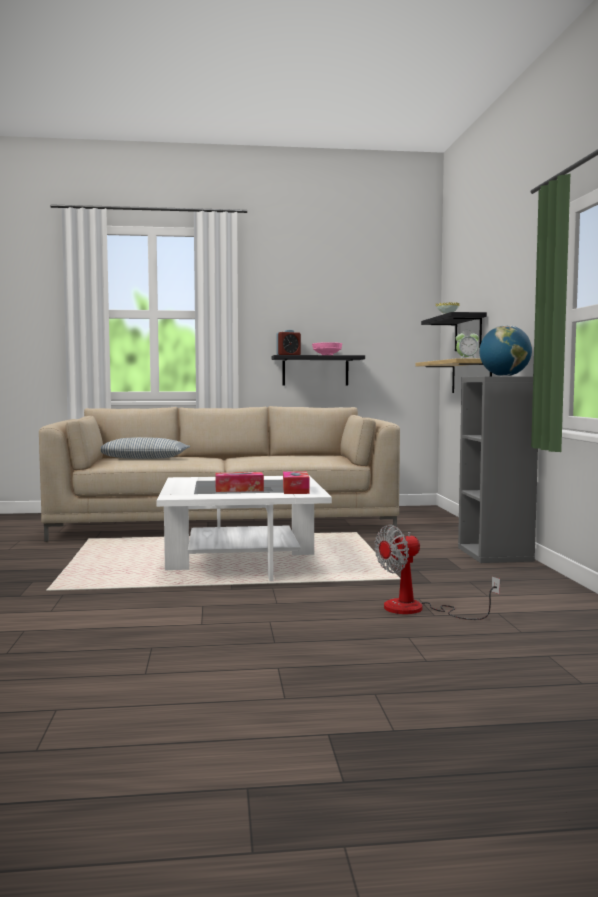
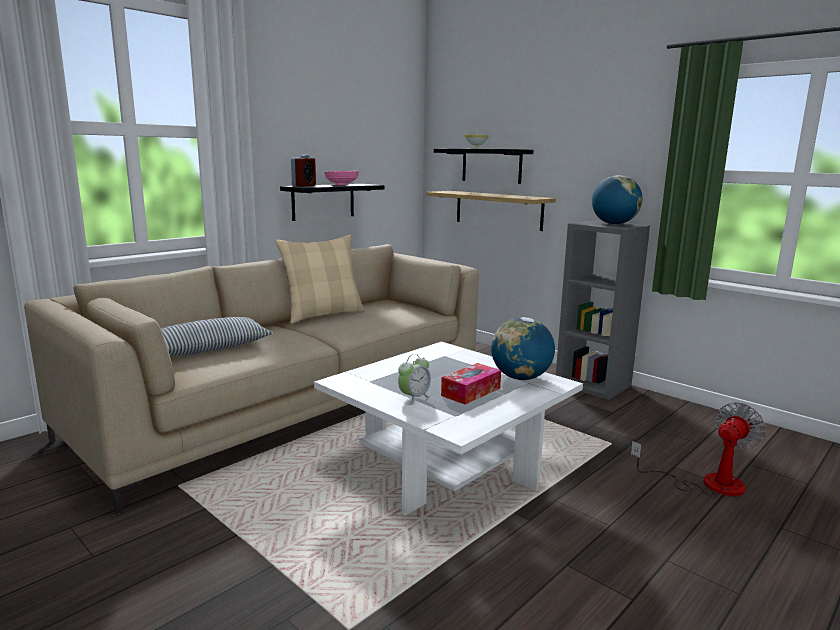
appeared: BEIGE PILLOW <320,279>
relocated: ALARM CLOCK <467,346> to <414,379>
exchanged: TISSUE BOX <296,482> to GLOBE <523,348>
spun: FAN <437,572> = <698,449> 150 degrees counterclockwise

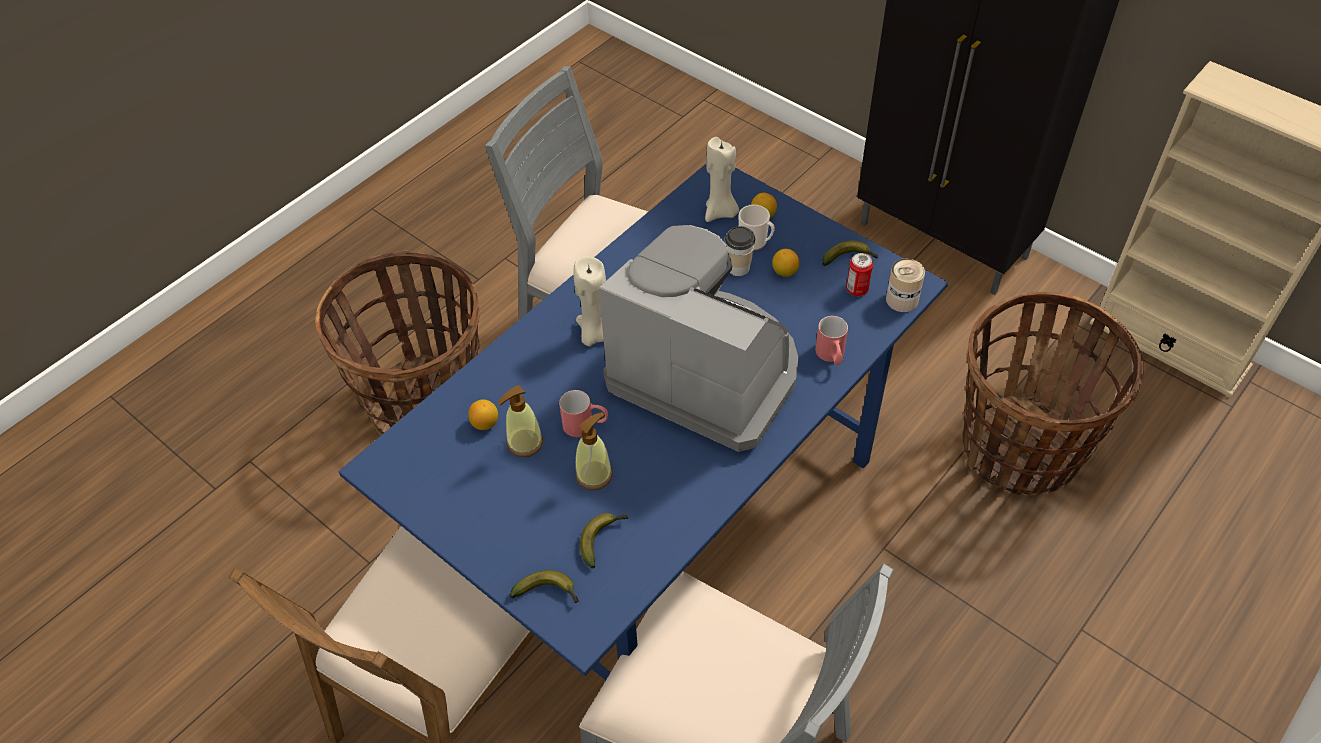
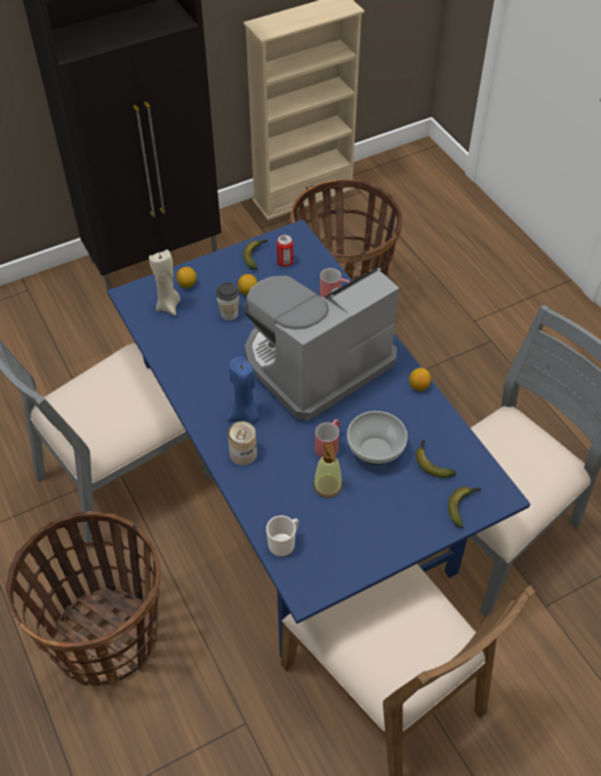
relocated: CAN <905,285> to <242,443>; MUG <757,227> to <282,536>; LEMON <483,414> to <420,379>
exchanged: SOAP DISPENSER <594,451> to BOWL <377,438>
colour: BEIGE CANDLE <589,301> to BLUE CANDLE <244,389>

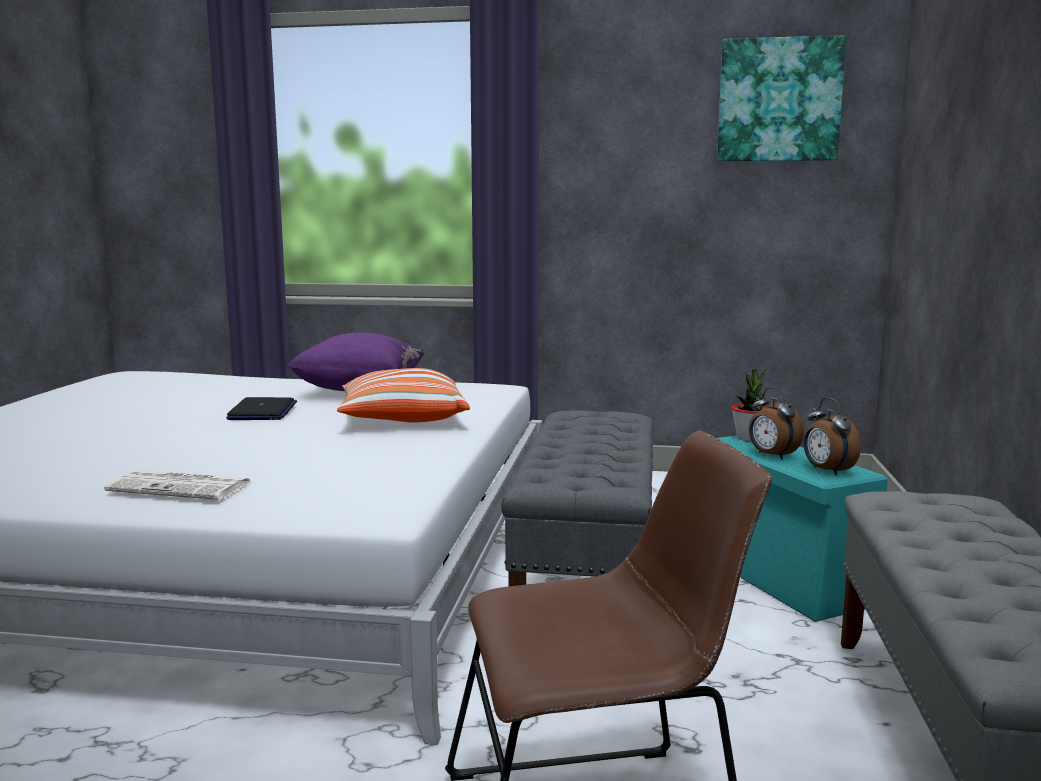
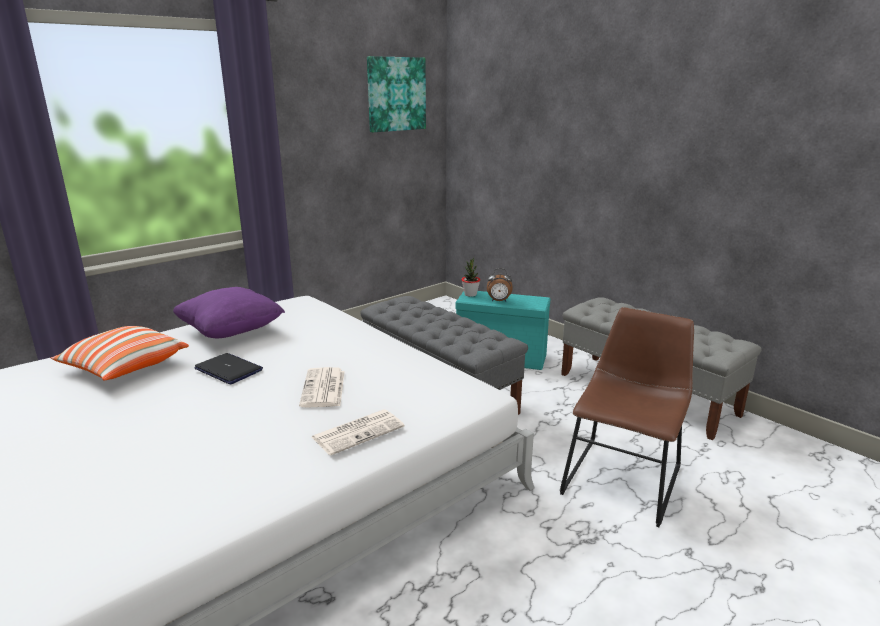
missing: ALARM CLOCK <832,436>
appeared: NEWSPAPER <322,387>
relocated: PILLOW <403,395> to <120,353>

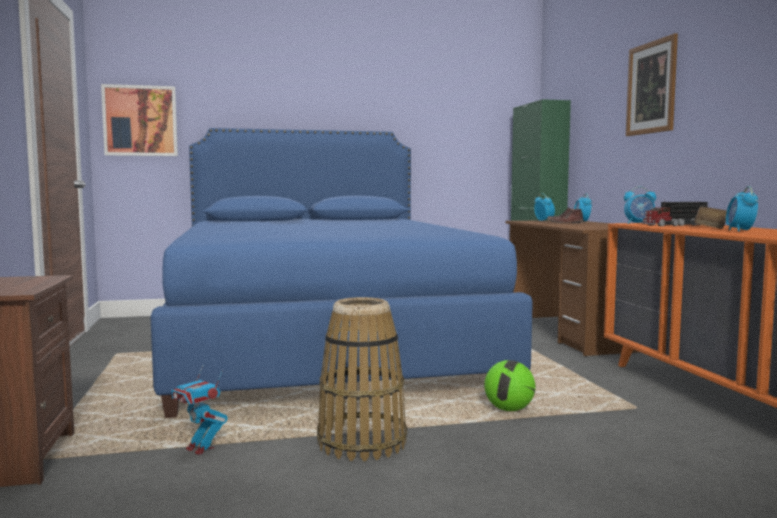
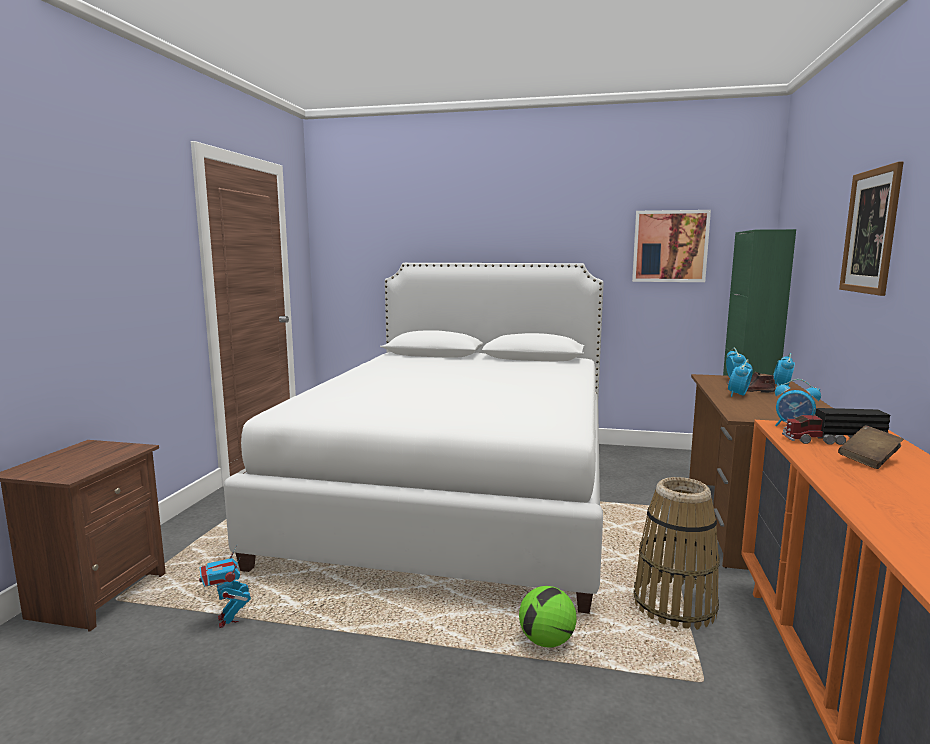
relocated: PICTURE <139,120> to <671,246>; BASKET <362,379> to <676,553>; ALARM CLOCK <742,209> to <740,378>
colour: BLUE BED <342,273> to WHITE BED <414,438>

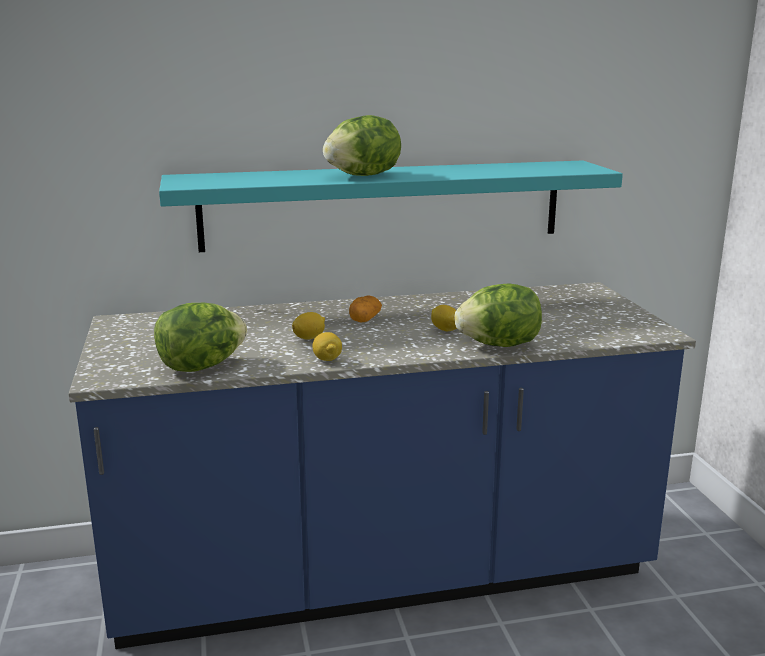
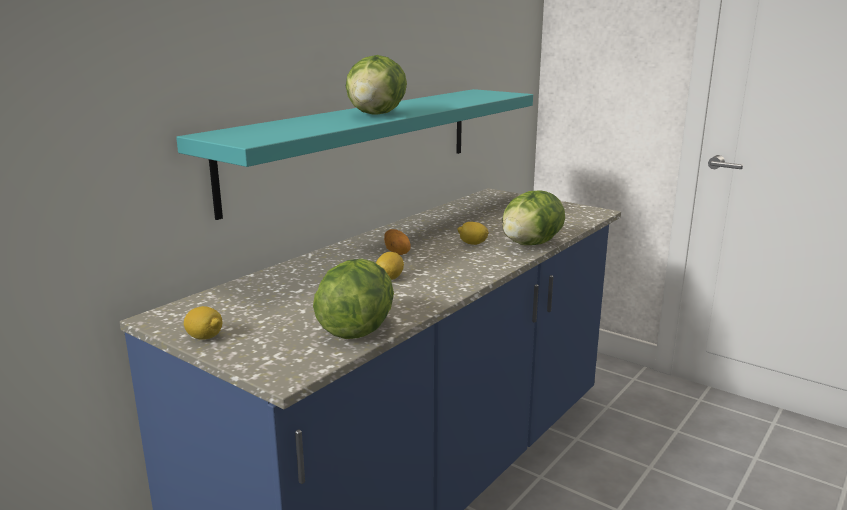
relocated: LEMON <327,346> to <203,322>

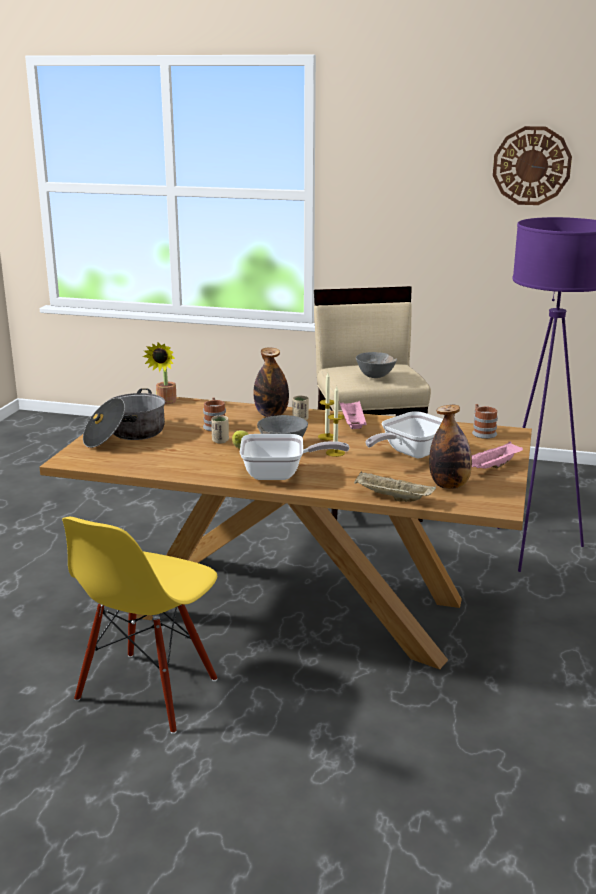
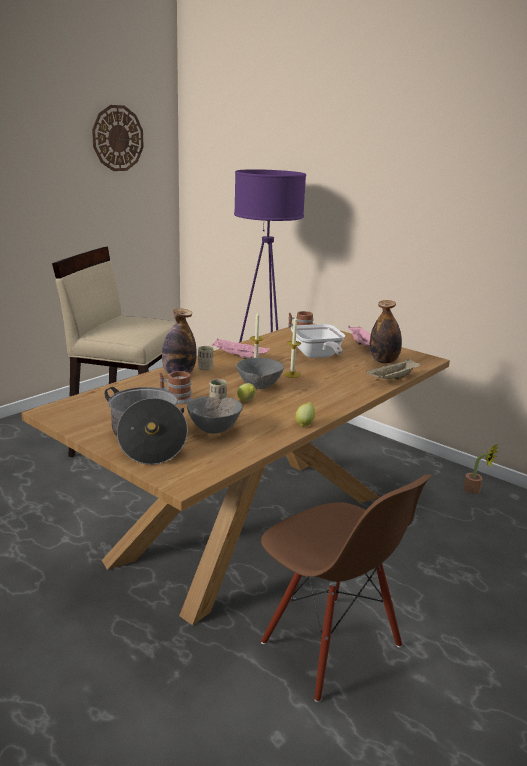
missing: FRYING PAN <294,457>
appeared: LEMON <305,414>
relocated: GREY BOWL <376,365> to <215,414>; POTTED PLANT <160,374> to <481,469>
colour: YELLOW CHAIR <139,625> to BROWN CHAIR <346,588>

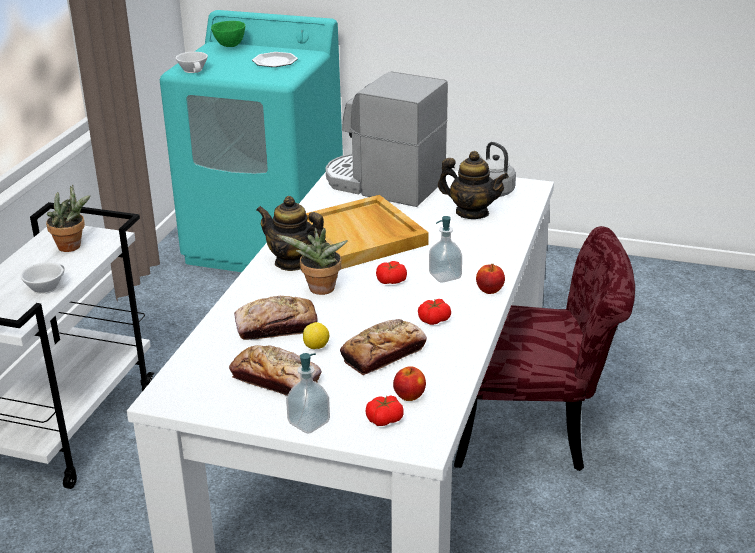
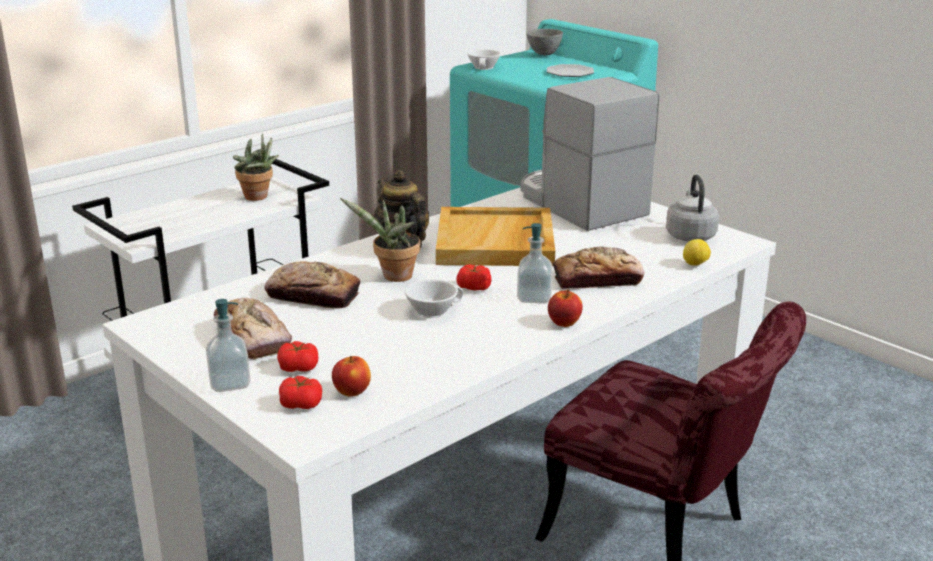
missing: TEAPOT <473,185>
relocated: TOMATO <434,312> to <297,356>; WHITE CUP <42,278> to <434,298>; BREAD <383,347> to <598,267>; LEMON <316,335> to <697,252>
colour: GREEN BOWL <228,34> to GREY BOWL <544,42>

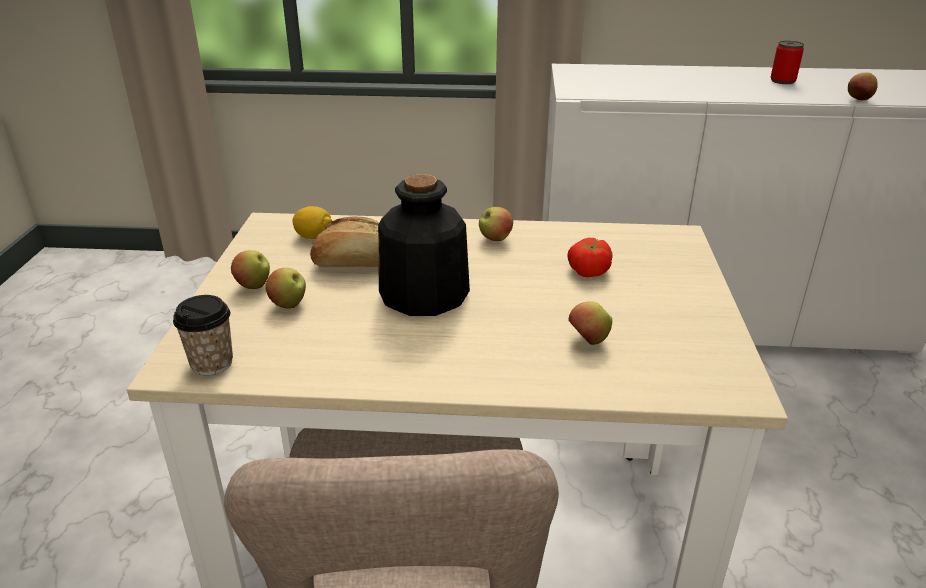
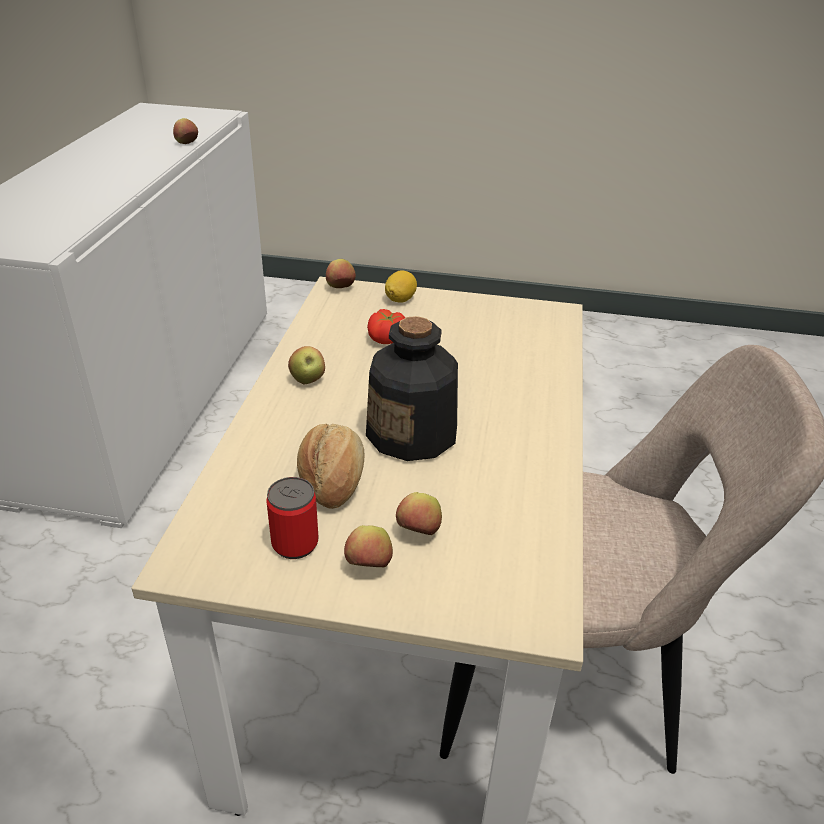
missing: CUP <203,335>
relocated: CAN <787,62> to <292,518>; APPLE <590,323> to <341,273>; LEMON <312,222> to <401,286>

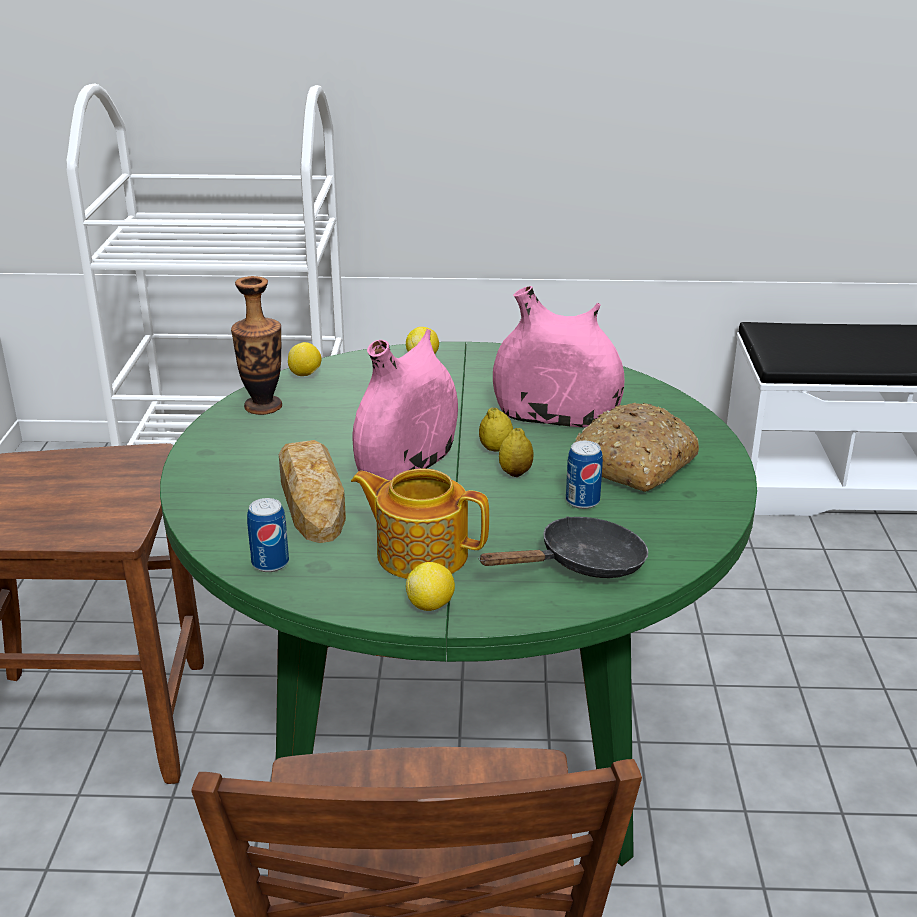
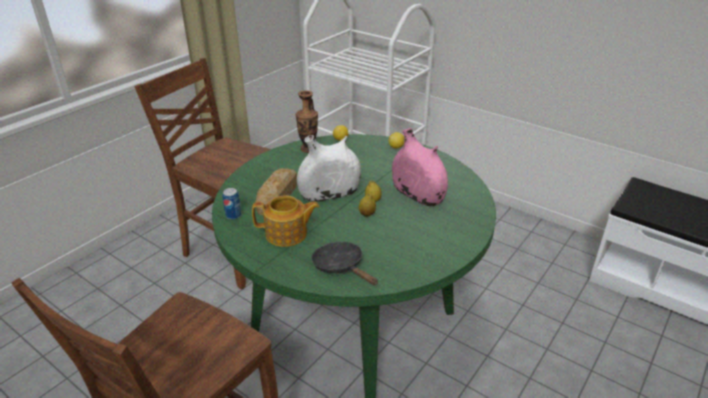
missing: LEMON <430,586>; CAN <584,475>; BREAD <636,447>
colour: PINK VASE <405,405> to WHITE VASE <329,168>
spun: TEAPOT <420,523> = <286,221> 120 degrees clockwise; BLACK FRYING PAN <563,547> = <344,263> 135 degrees counterclockwise

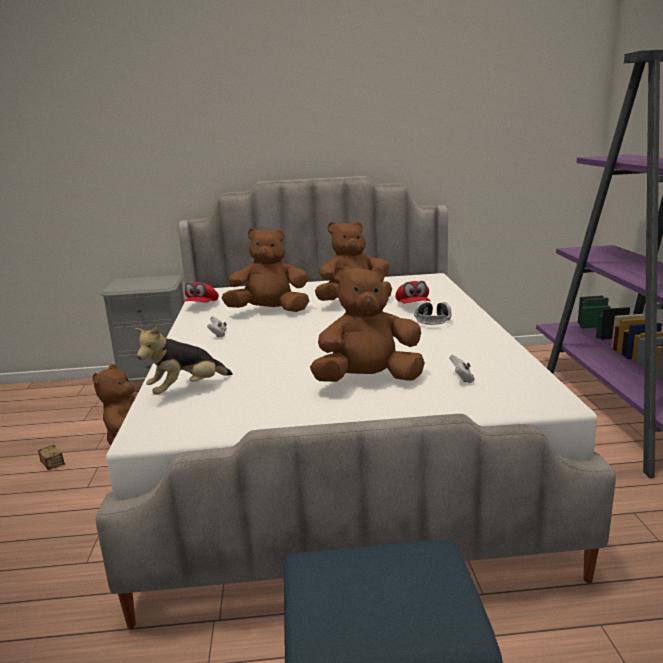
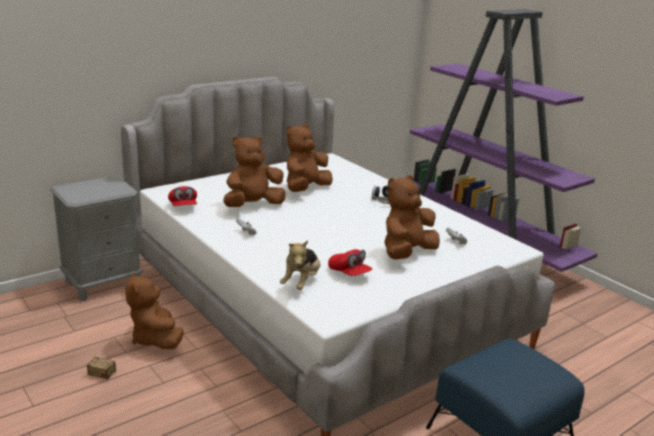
relocated: RED CAP <413,292> to <350,262>

